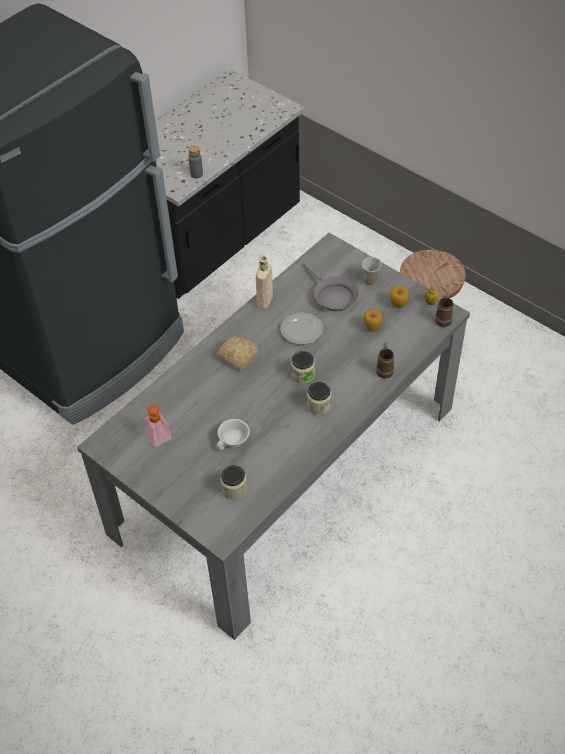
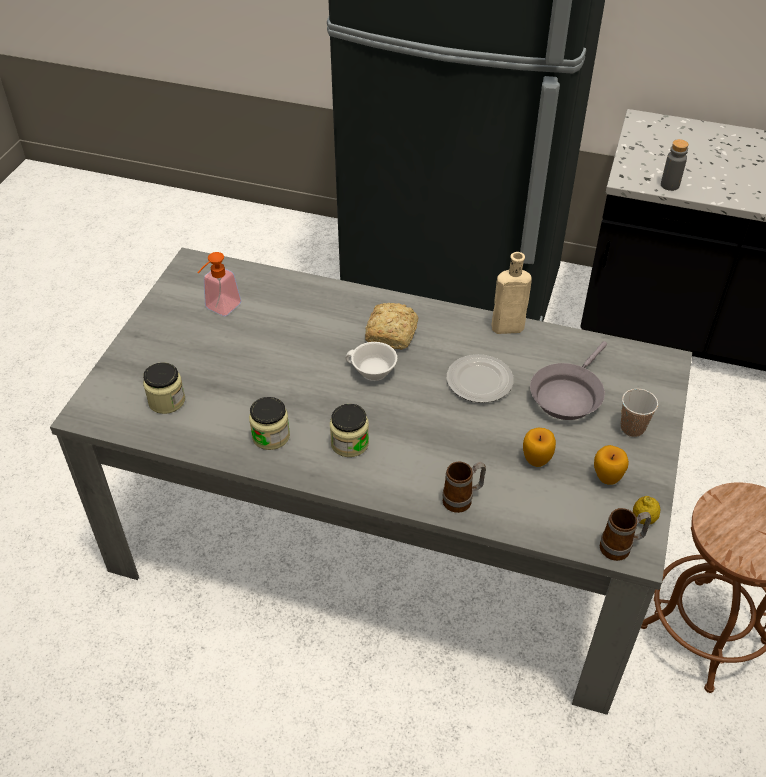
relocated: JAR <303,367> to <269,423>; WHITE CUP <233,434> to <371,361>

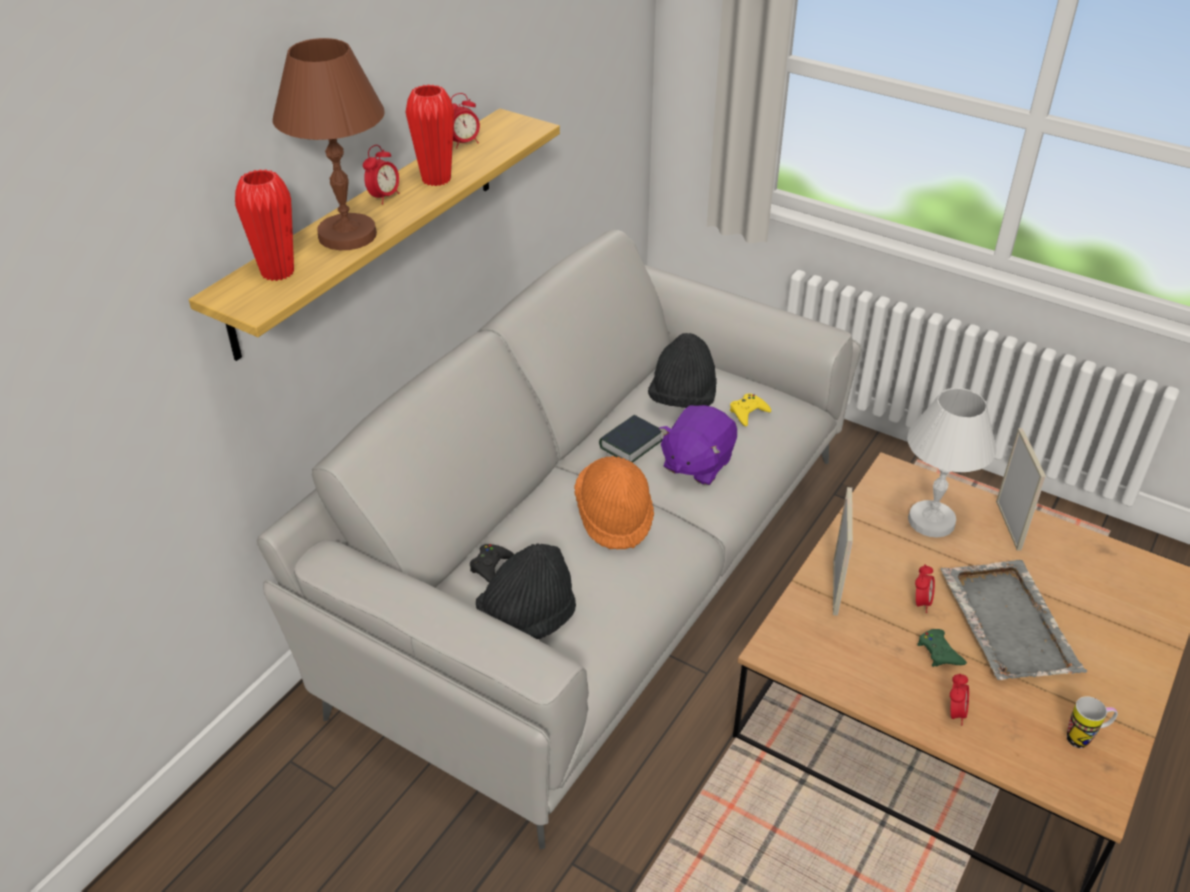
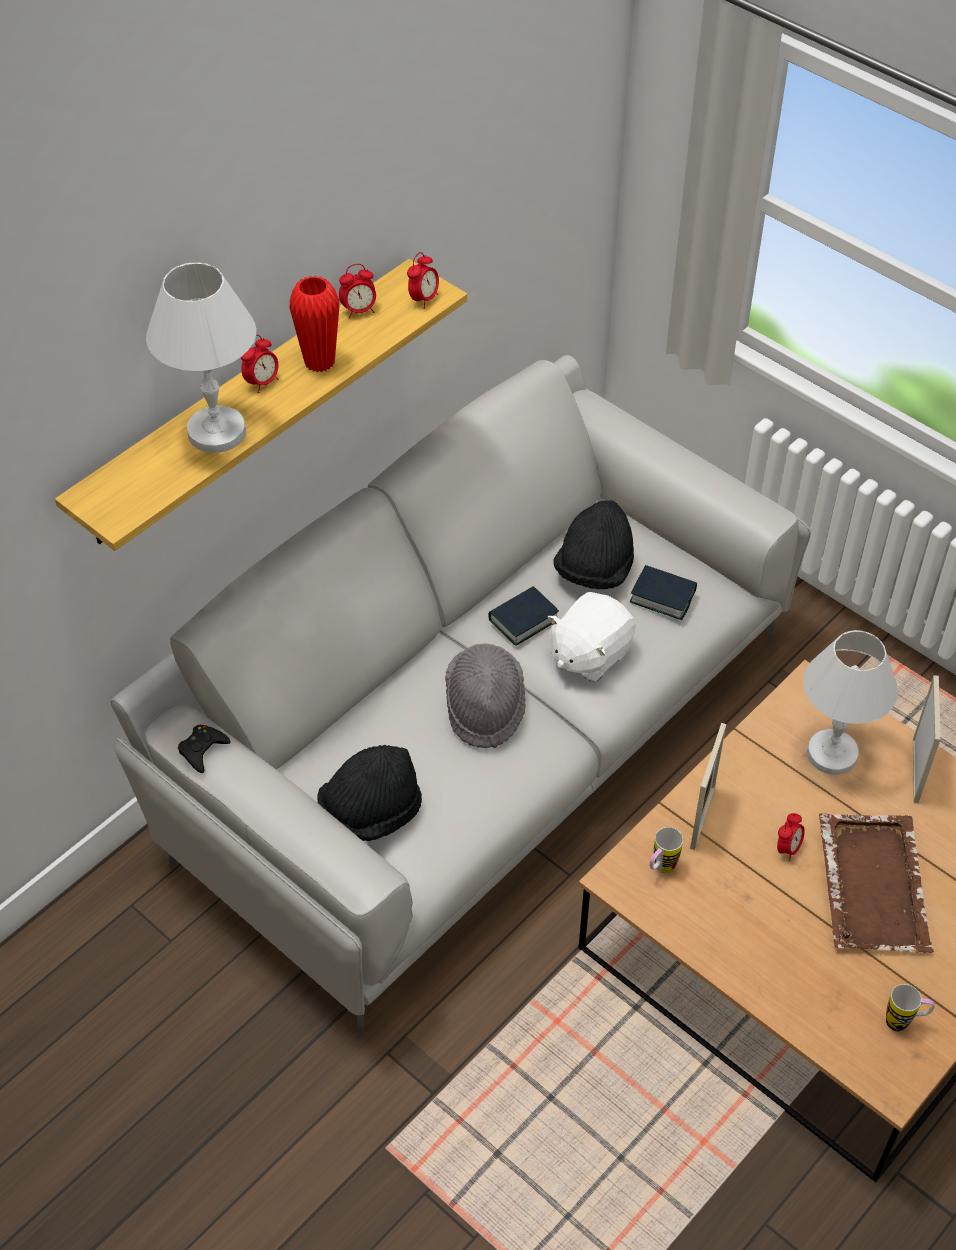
missing: RED VASE <264,225>; GREEN GAME CONTROLLER <942,648>
appeared: MUG <666,850>
relocated: BLACK GAME CONTROLLER <492,563> to <204,749>; ALARM CLOCK <959,699> to <423,280>
exchanged: YELLOW GAME CONTROLLER <750,409> to BOOK <663,592>
colour: BROWN TABLE LAMP <328,144> to WHITE TABLE LAMP <201,357>; ORANGE HAT <614,502> to GREY HAT <485,696>; PURPLE PLUSH TOY <698,445> to WHITE PLUSH TOY <592,637>; GREY TRAY <1014,620> to BROWN TRAY <876,883>

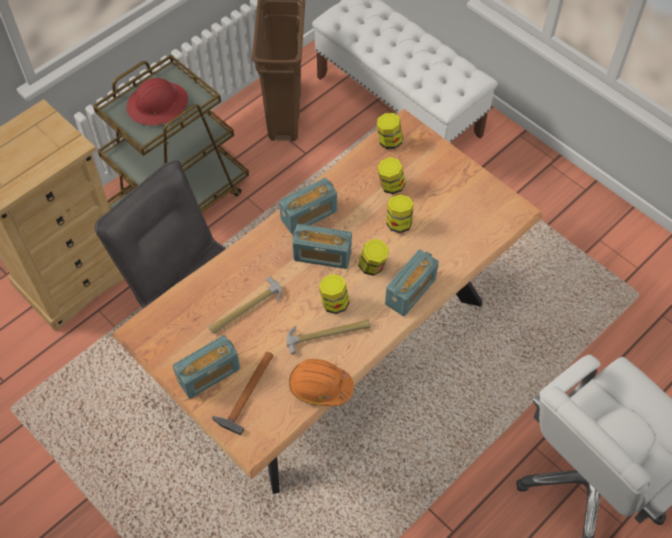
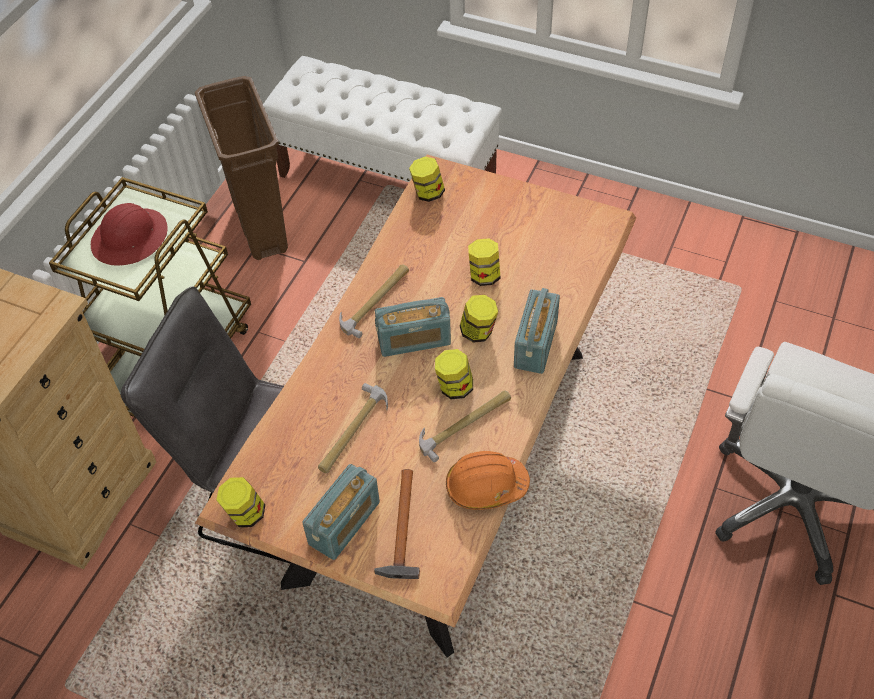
relocated: JAR <391,175> to <240,502>
exchanged: RADIO <308,206> to HAMMER <374,301>

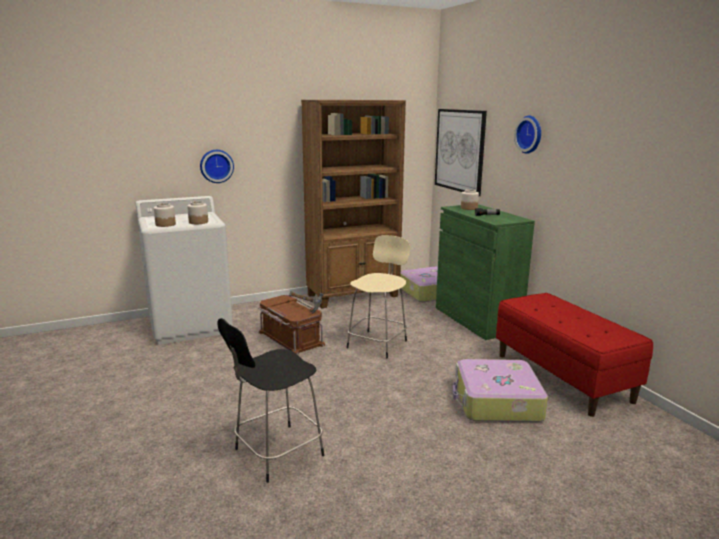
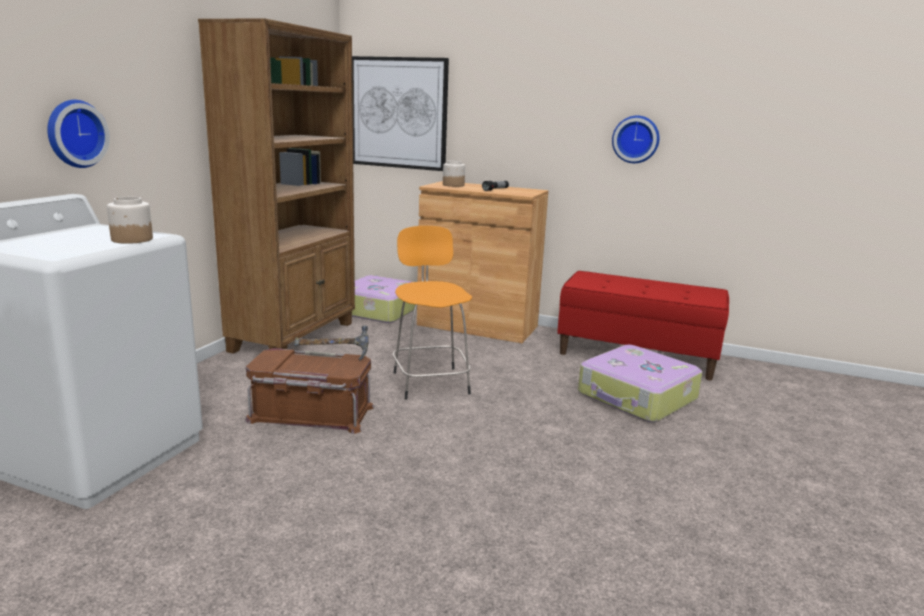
missing: JAR <165,215>; BLACK STOOL <271,400>
relocated: WALL CLOCK <527,135> to <635,139>
colour: BEIGE STOOL <378,296> to ORANGE STOOL <432,313>; GREEN CABINET <485,272> to BROWN CABINET <482,262>

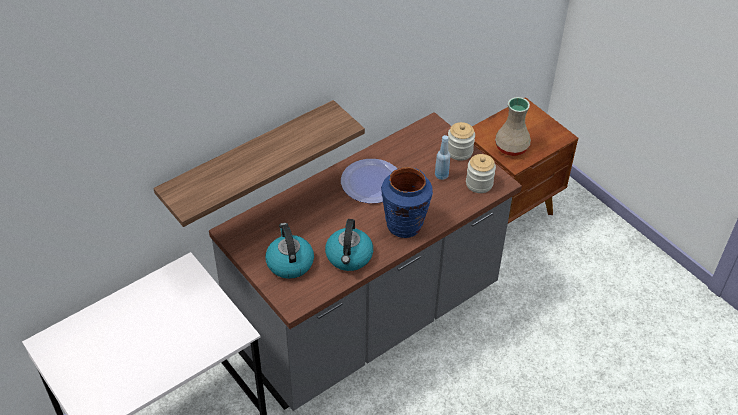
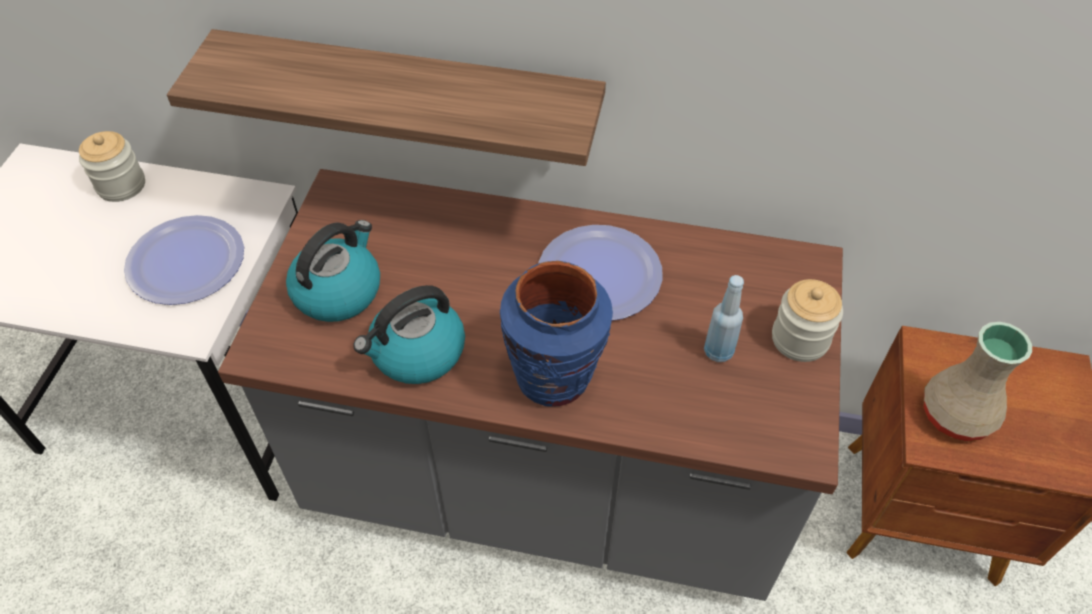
appeared: PLATE <184,260>
relocated: JAR <481,173> to <112,166>

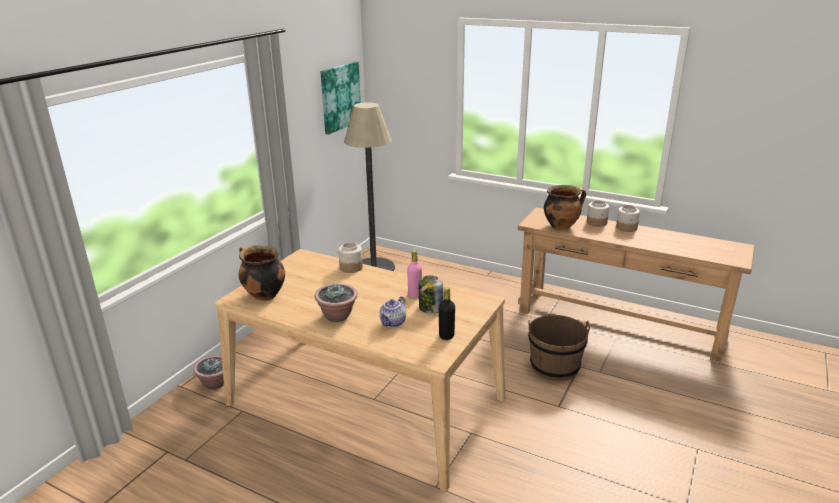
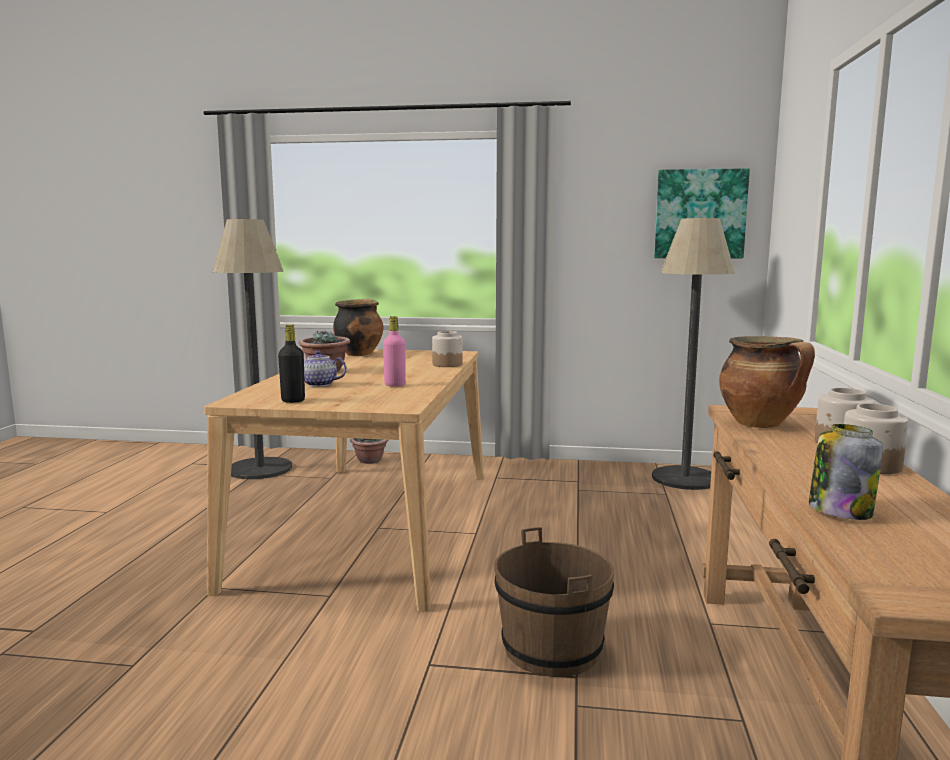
appeared: FLOOR LAMP <252,349>
relocated: JAR <431,294> to <846,472>

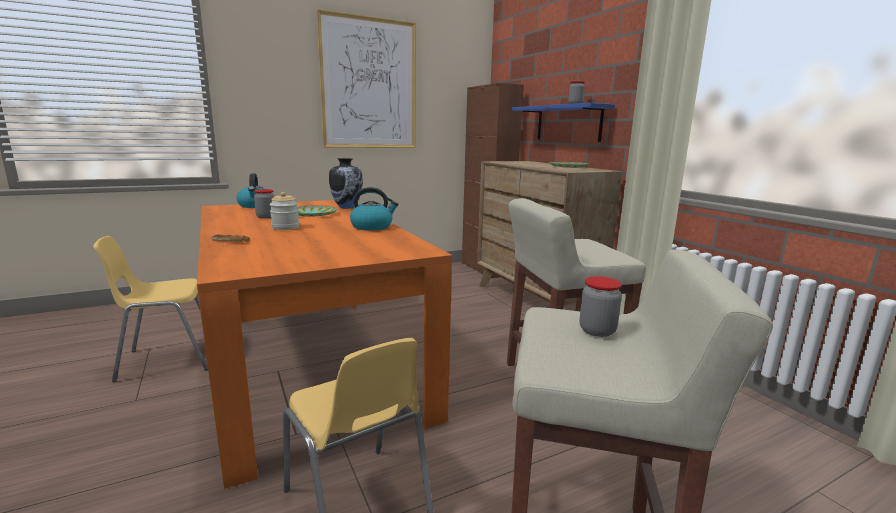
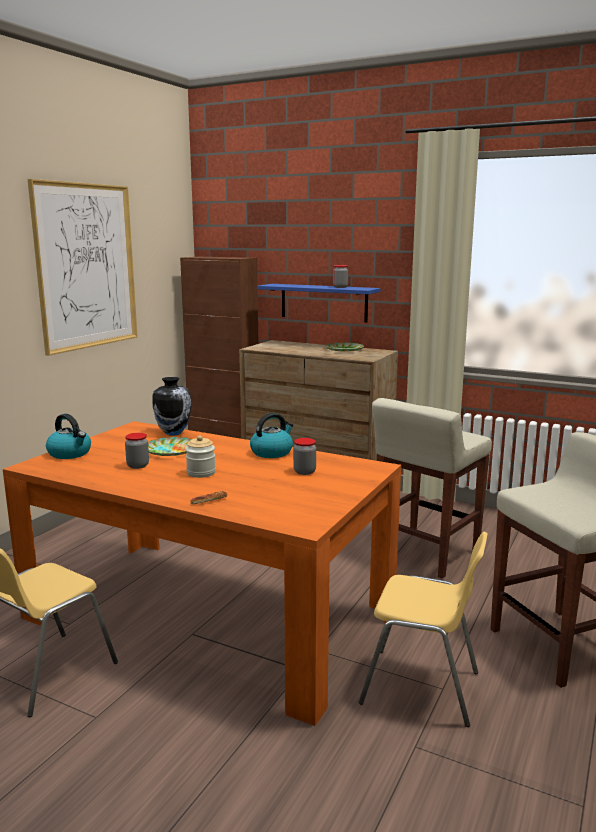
relocated: JAR <601,306> to <304,456>

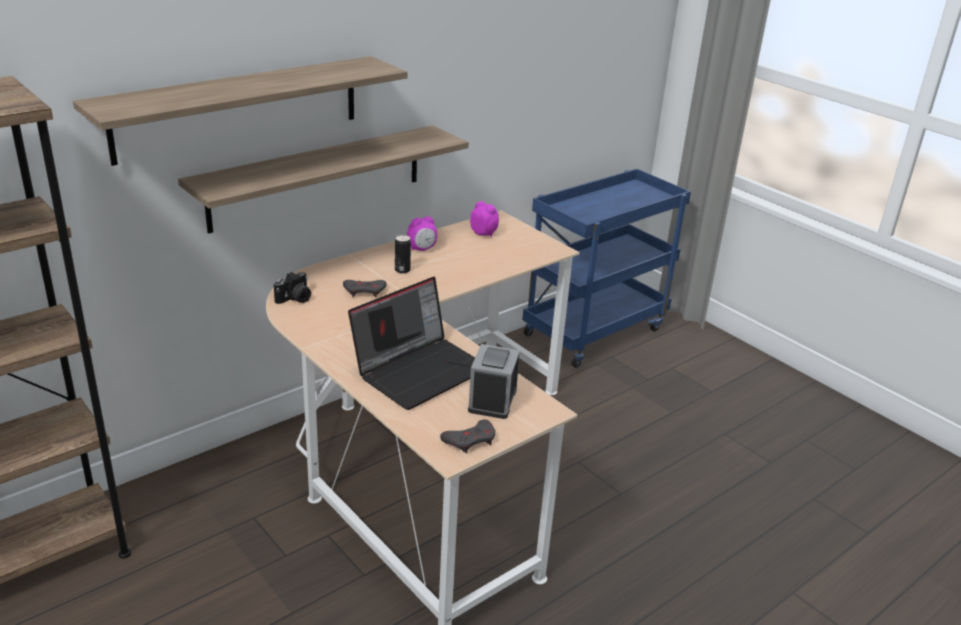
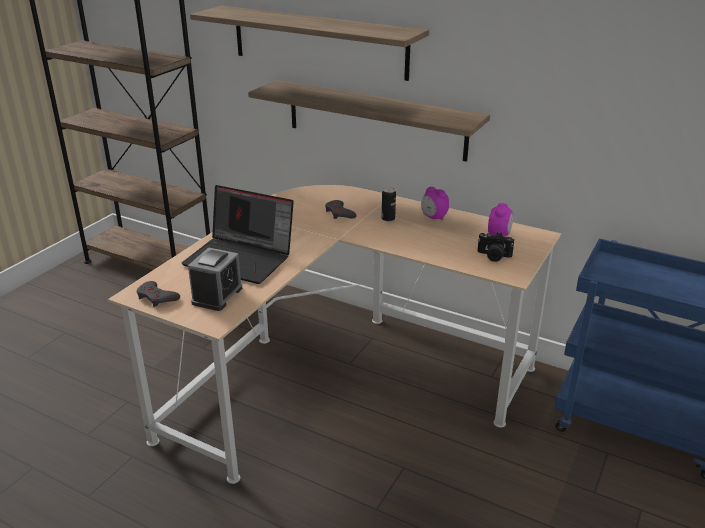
relocated: PHOTO CAMERA <292,288> to <495,247>
spun: ALARM CLOCK <494,381> = <215,279> 120 degrees clockwise

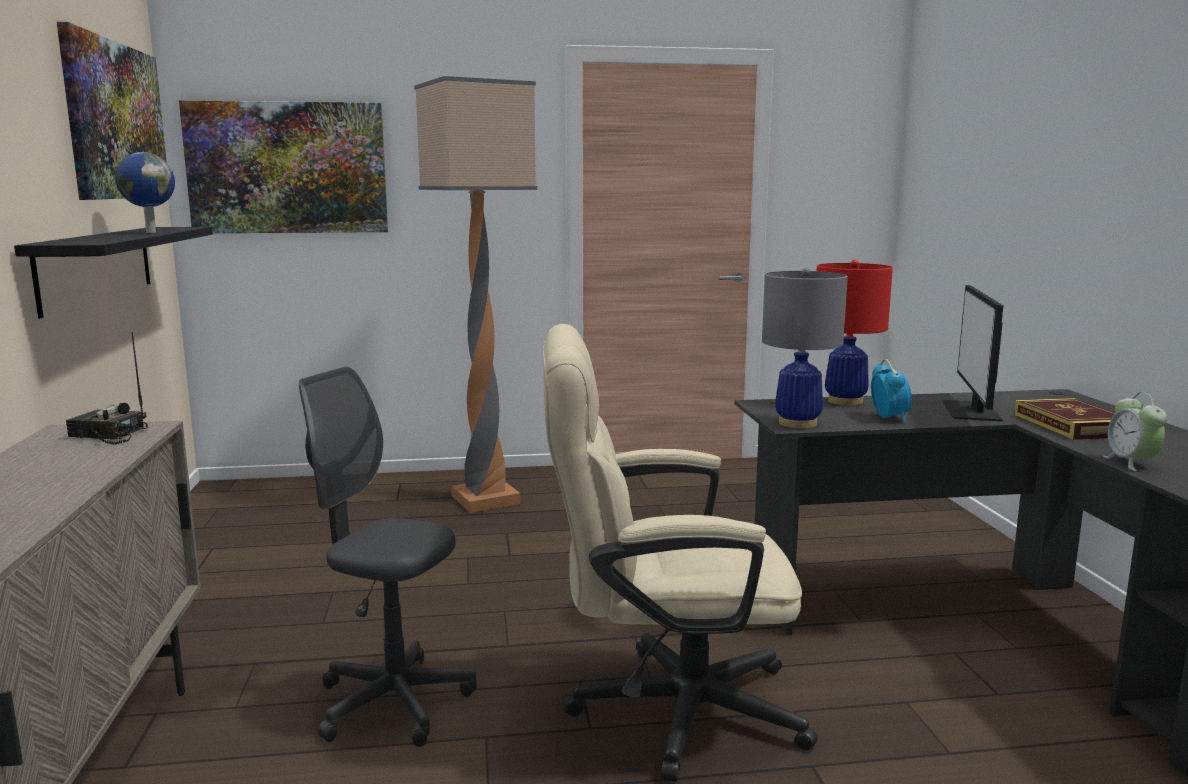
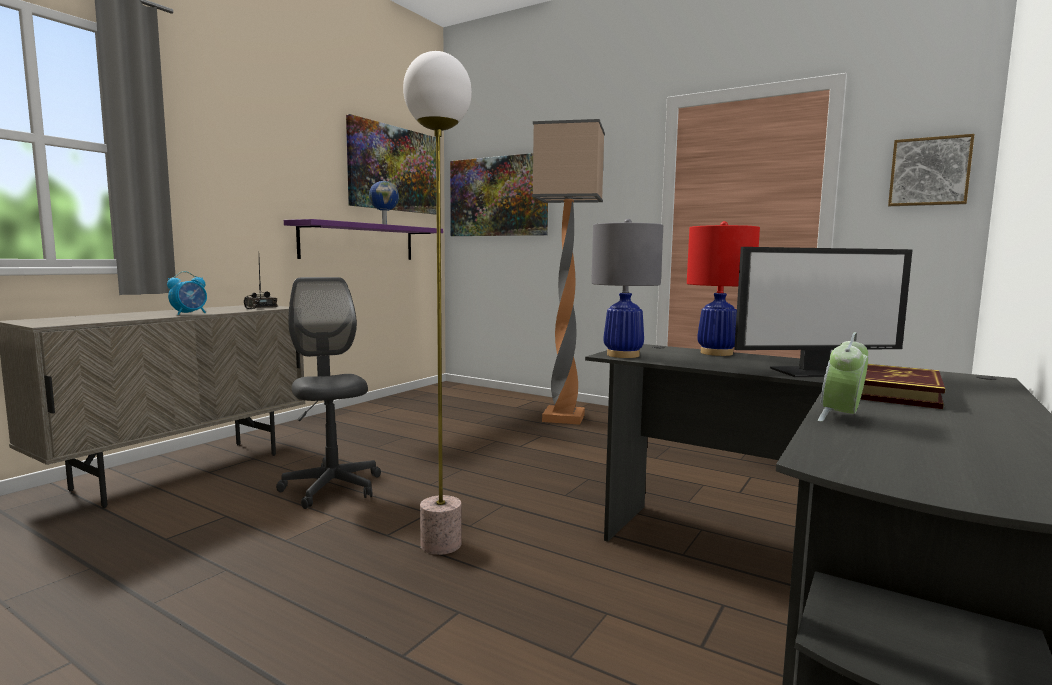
appeared: PICTURE <931,170>
relocated: ALARM CLOCK <891,391> to <187,293>
exchanged: BEIGE OFFICE CHAIR <680,553> to FLOOR LAMP <437,303>
colour: BLACK SHELF <113,272> to PURPLE SHELF <363,239>
spun: MONITOR <973,353> = <823,312> 150 degrees counterclockwise

